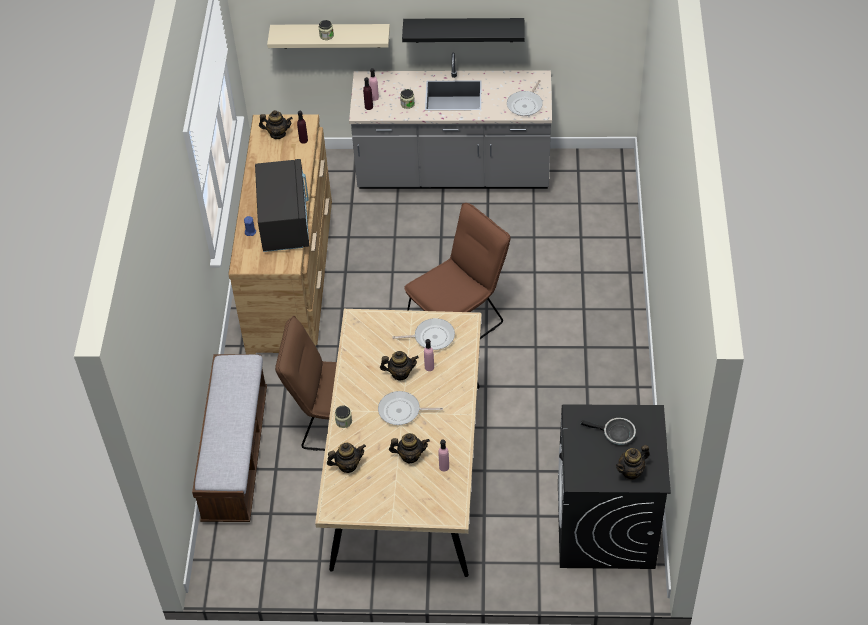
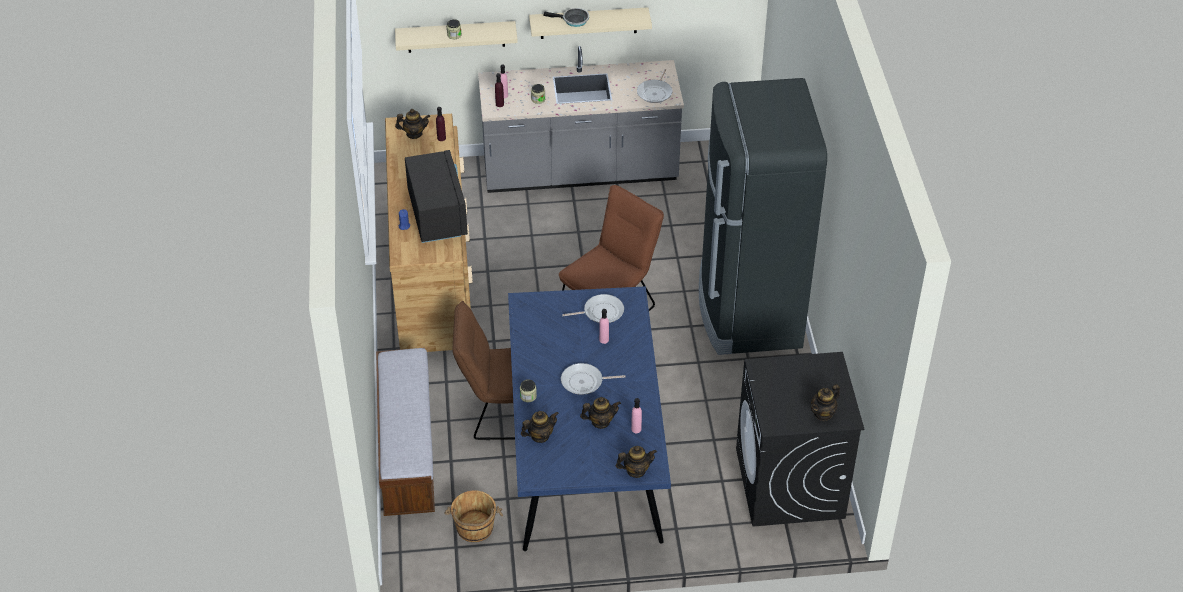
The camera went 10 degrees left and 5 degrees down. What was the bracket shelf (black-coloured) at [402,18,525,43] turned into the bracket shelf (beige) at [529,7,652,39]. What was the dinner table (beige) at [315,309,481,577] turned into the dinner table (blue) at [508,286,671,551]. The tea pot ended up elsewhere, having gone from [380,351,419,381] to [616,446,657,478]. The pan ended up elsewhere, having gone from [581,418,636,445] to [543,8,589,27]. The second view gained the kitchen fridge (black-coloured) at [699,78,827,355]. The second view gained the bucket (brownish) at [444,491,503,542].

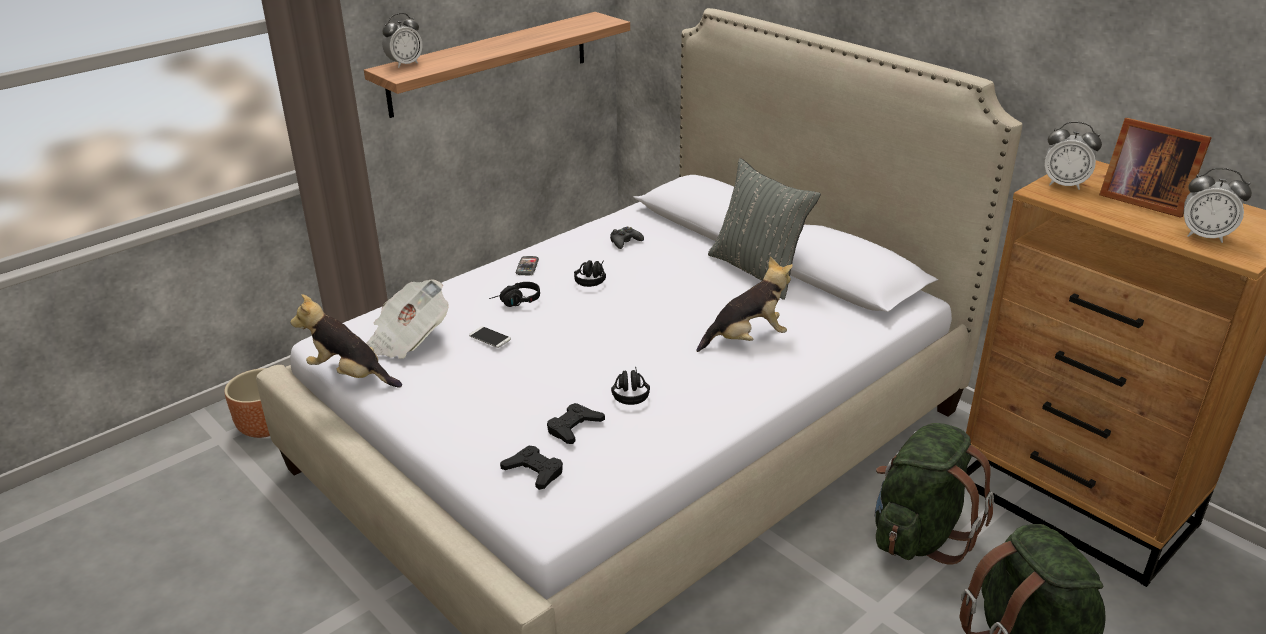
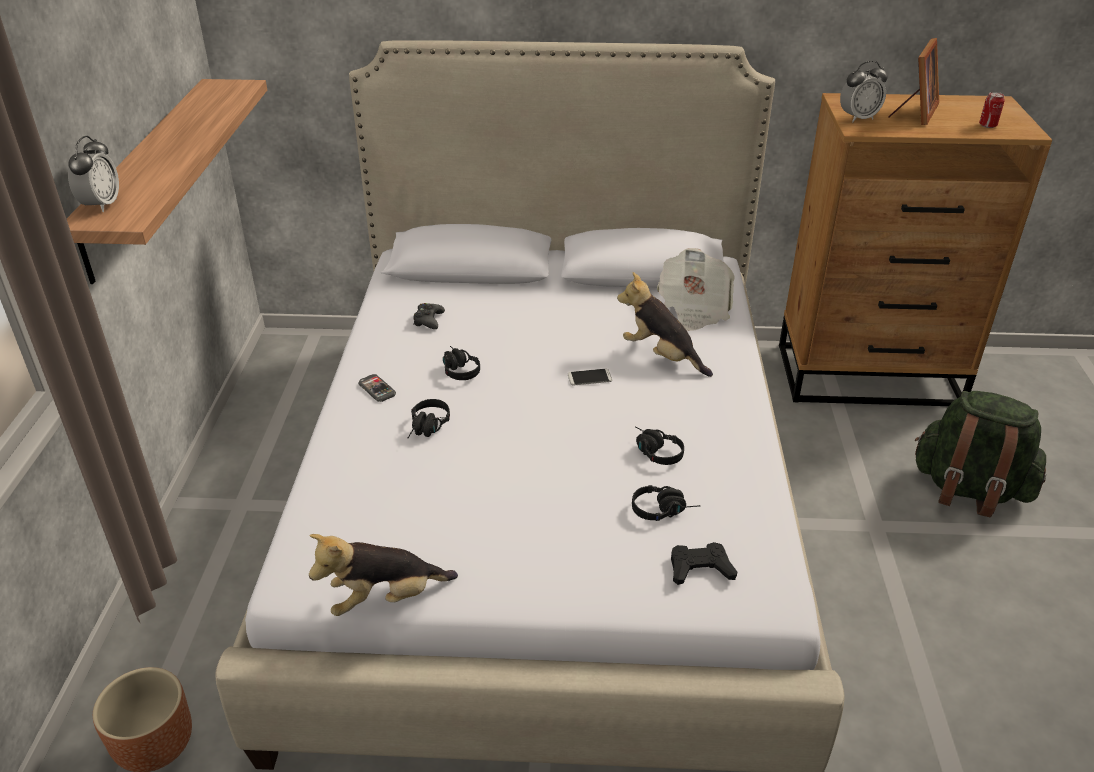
The camera went 45 degrees left and 5 degrees up. The picture frame at [1099,118,1212,218] ended up facing another way, 60 degrees counterclockwise from before. The second view lost the throw pillow (grey) at [708,158,821,300]. Where the bedside clock stood at [1184,168,1252,243], the metal can came to stand at [979,92,1005,128]. The plush toy at [696,256,793,352] ended up facing another way, 75 degrees counterclockwise from before. The newspaper ended up elsewhere, having gone from [366,280,449,359] to [657,248,735,331]. The telephone ended up elsewhere, having gone from [469,326,511,348] to [568,369,612,386]. Where the joypad (black-coloured) stood at [547,403,605,444], the headphones (black-coloured) came to stand at [632,485,700,521]. The second view lost the rucksack (green-coloured) at [874,423,994,565].

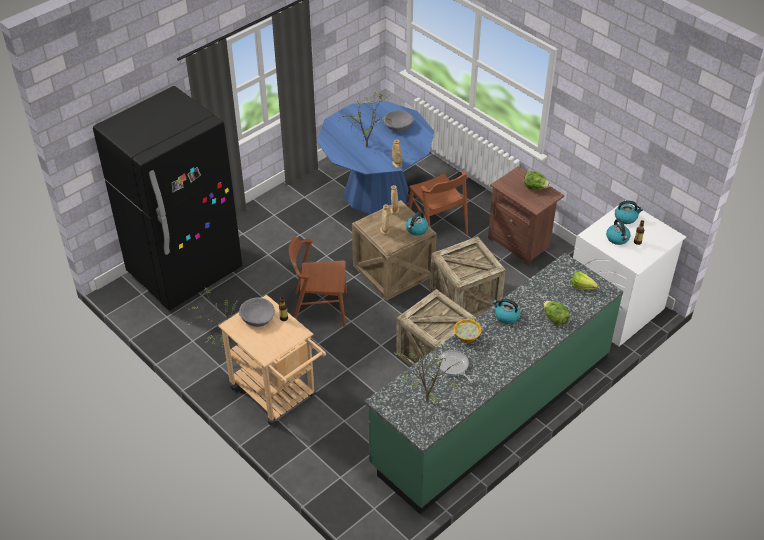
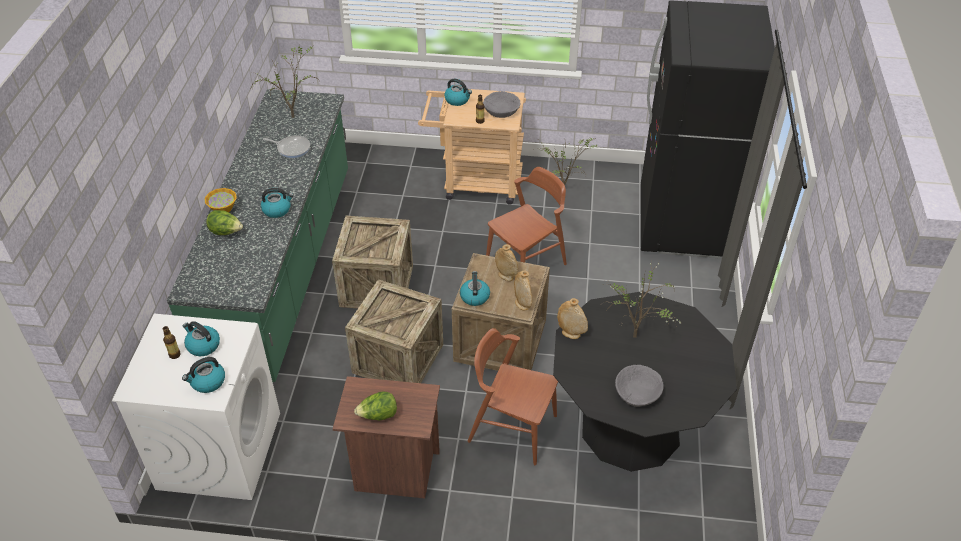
The camera went 140 degrees right and 0 degrees up. What was the dinner table (blue) at [317,101,434,214] turned into the dinner table (black-coloured) at [553,291,737,472]. The second view lost the lettuce head at [571,271,599,290]. The serving bowl ended up elsewhere, having gone from [454,319,482,343] to [205,188,237,213]. The second view gained the kettle at [444,79,472,106].

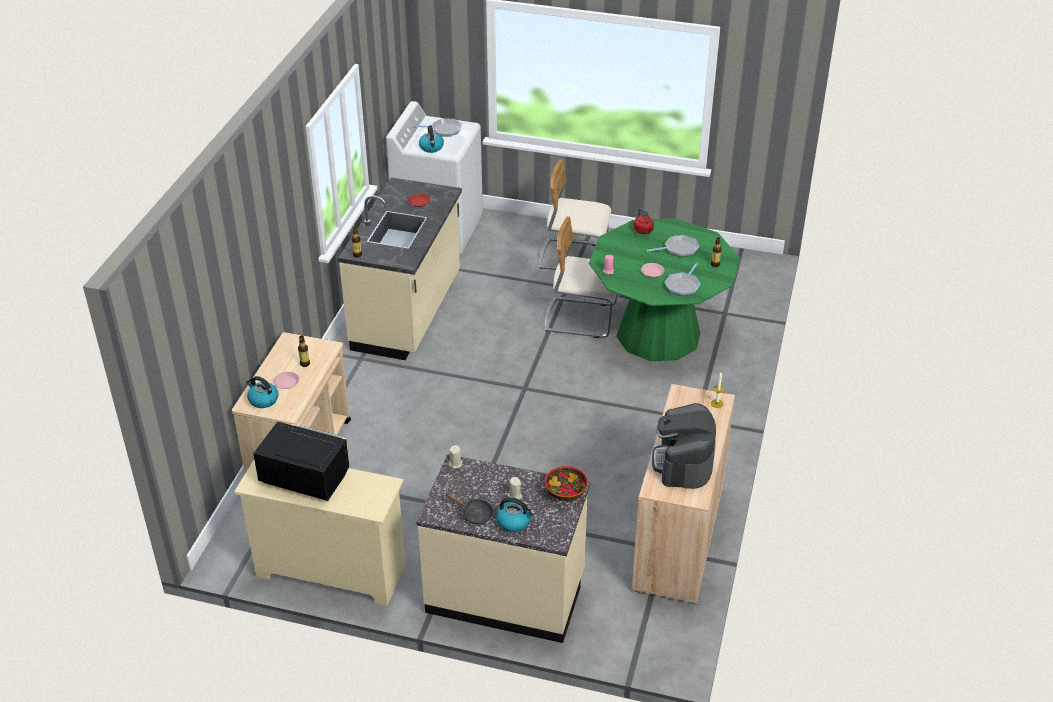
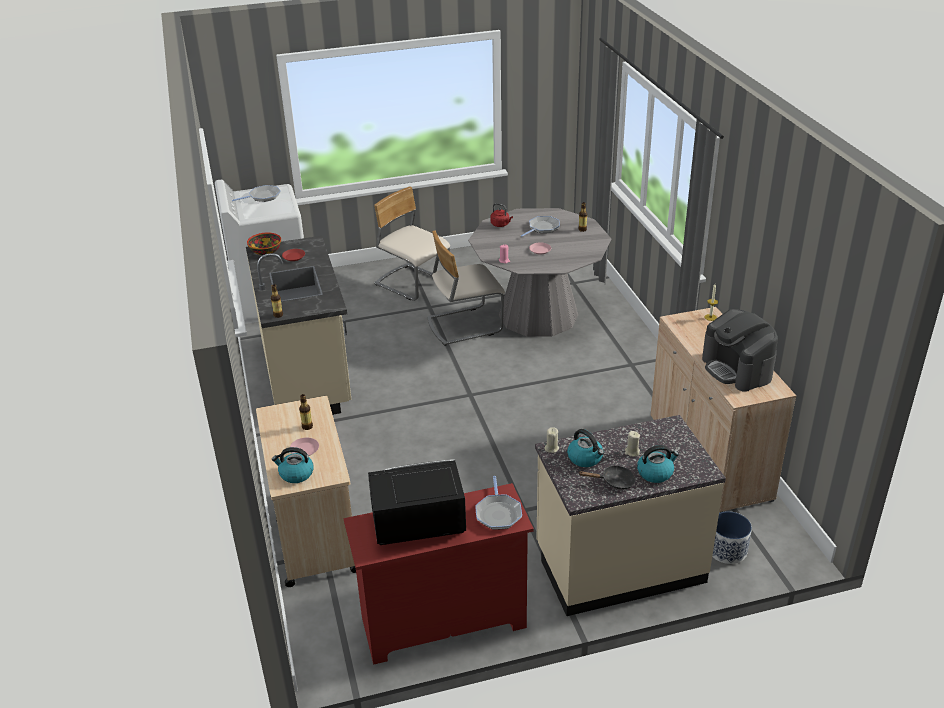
The camera went 30 degrees left and 5 degrees down. The kettle ended up elsewhere, having gone from [419,125,444,153] to [567,429,604,467]. The upright chair (beige) at [540,159,612,270] ended up facing another way, 60 degrees clockwise from before. What was the dinner table (green-coloured) at [589,219,740,361] turned into the dinner table (grey) at [468,208,611,337]. The pan ended up elsewhere, having gone from [665,263,701,296] to [475,476,522,530]. What was the dresser (beige) at [234,460,406,606] turned into the dresser (red-coloured) at [344,483,534,665]. The serving bowl ended up elsewhere, having gone from [545,466,588,501] to [247,232,281,255]. The second view gained the flower pot at [712,511,752,564].

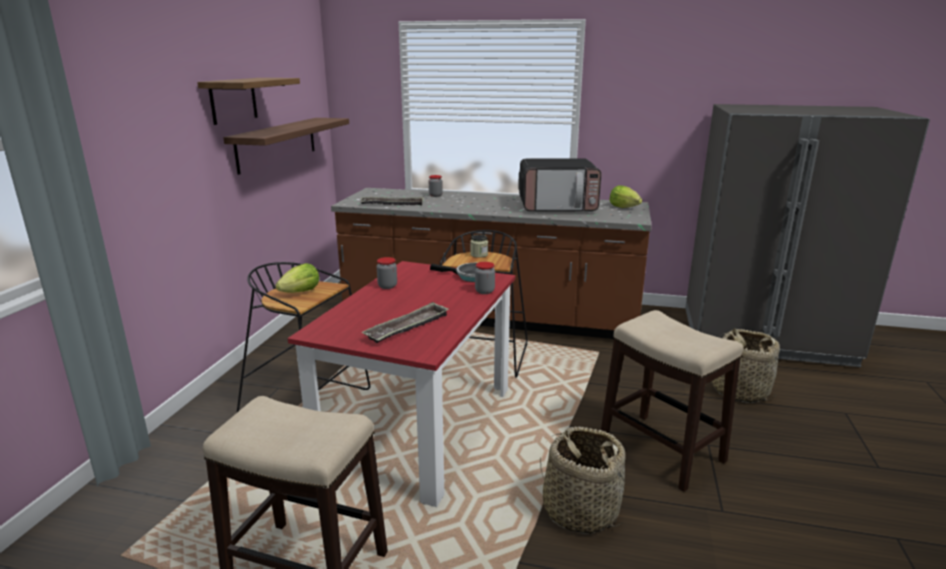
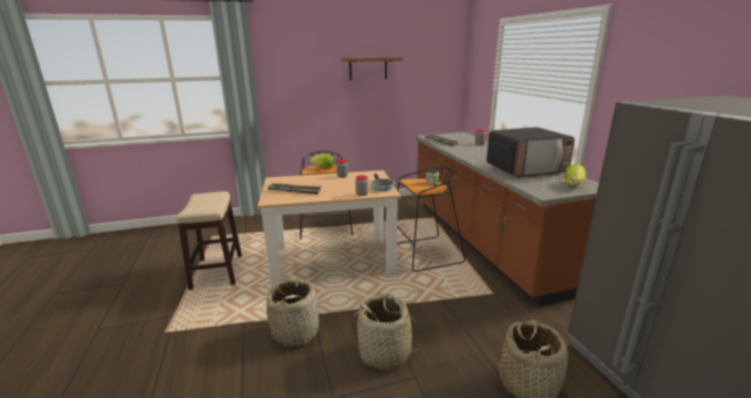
The camera went 60 degrees right and 0 degrees up. The second view lost the bracket shelf at [223,118,349,175]. The kitchen microwave at [518,158,601,211] ended up facing another way, 75 degrees counterclockwise from before. What was the dinner table (red-coloured) at [288,261,515,507] turned into the dinner table (beige) at [258,170,401,286]. Where the stool seat stood at [601,310,743,492], the household basket came to stand at [353,295,424,370].

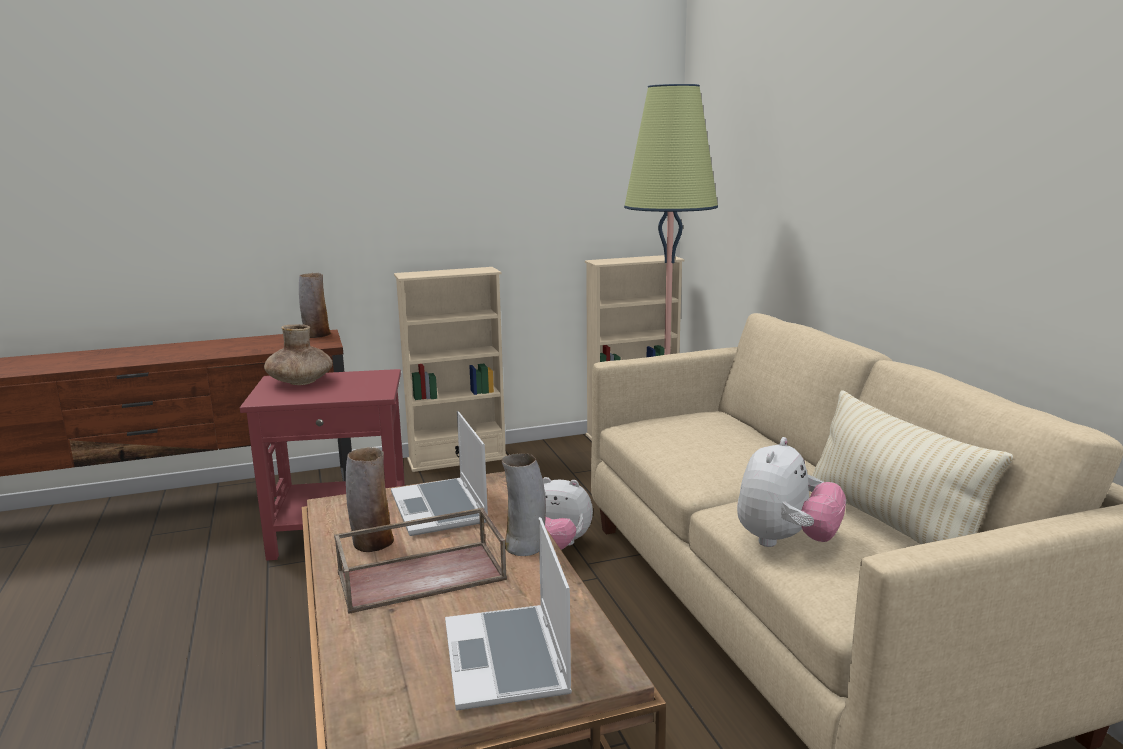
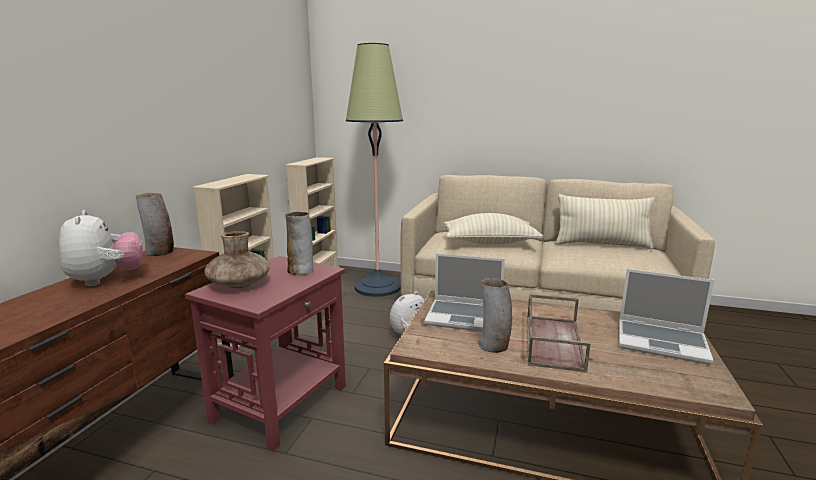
The camera went 55 degrees left and 0 degrees up. The plush toy ended up elsewhere, having gone from [737,437,846,547] to [59,210,143,286]. The flower vase ended up elsewhere, having gone from [501,453,546,556] to [285,212,313,275]. The second view gained the throw pillow (beige) at [444,213,543,244].

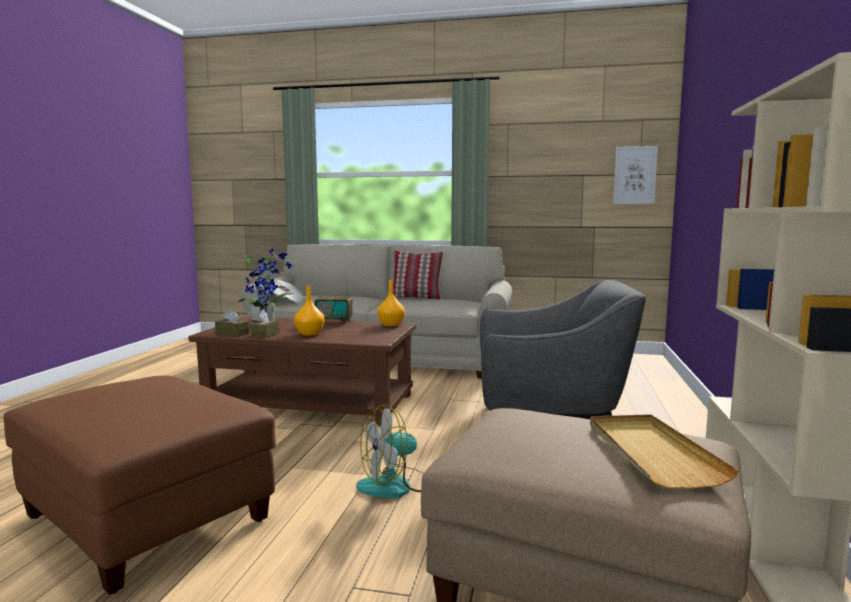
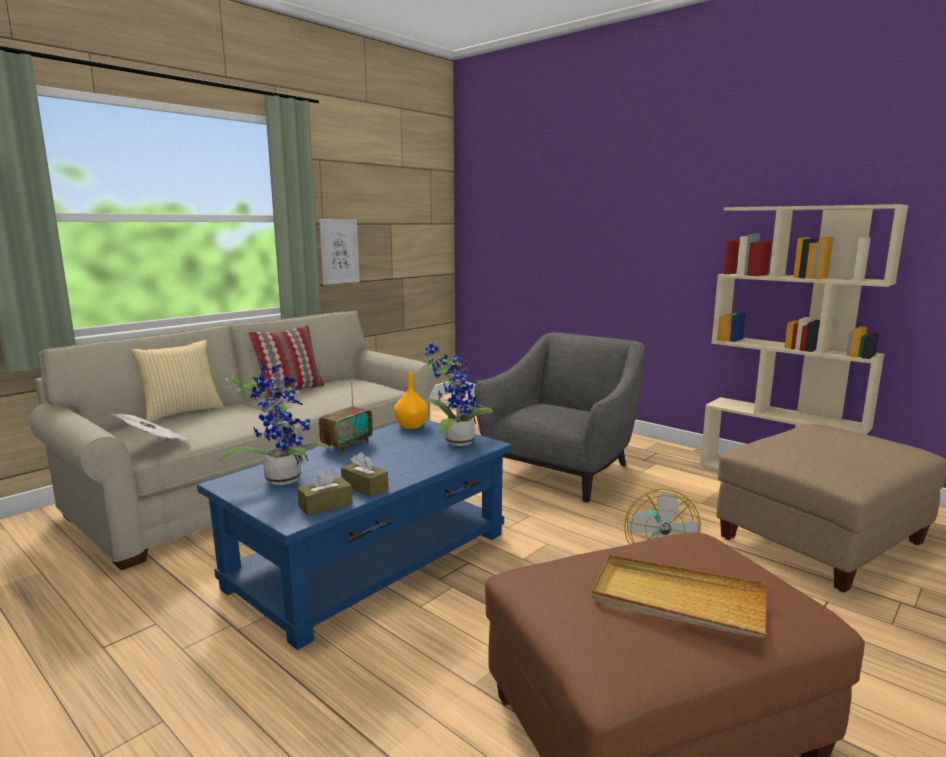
The camera went 60 degrees left and 5 degrees up. The wall picture ended up elsewhere, having gone from [613,146,658,204] to [319,219,359,285]. The second view lost the flower vase (orangey) at [294,286,324,336]. What was the low table (brownish) at [189,316,416,426] turned into the low table (blue) at [197,420,512,650]. The carrying tray (beige) ended up elsewhere, having gone from [590,414,739,489] to [591,555,768,639]. The second view gained the throw pillow at [131,339,224,422]. The second view gained the houseplant at [423,343,493,446].

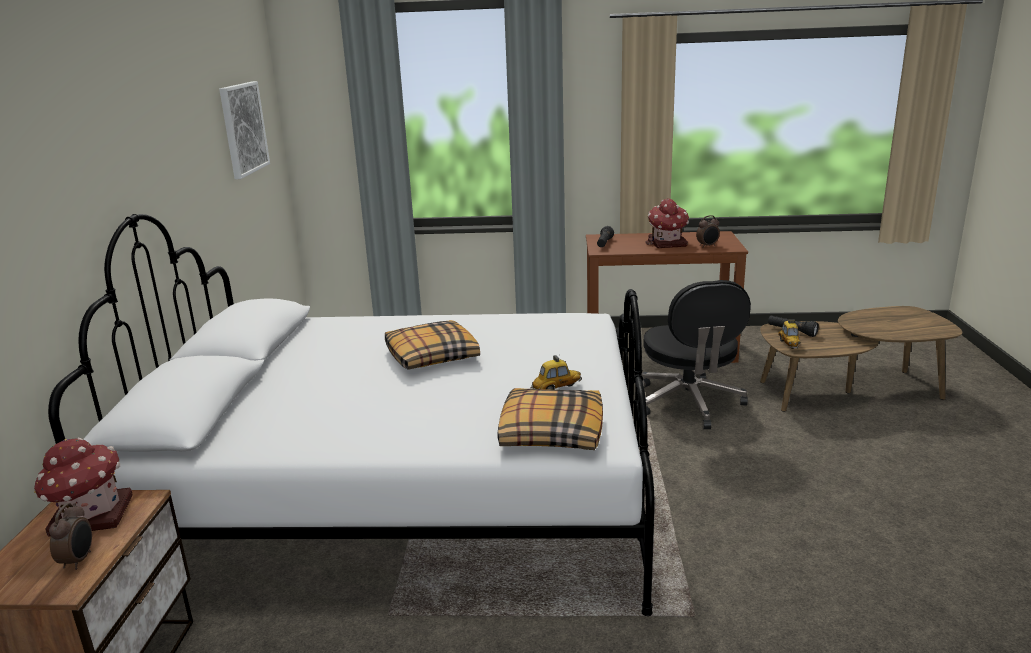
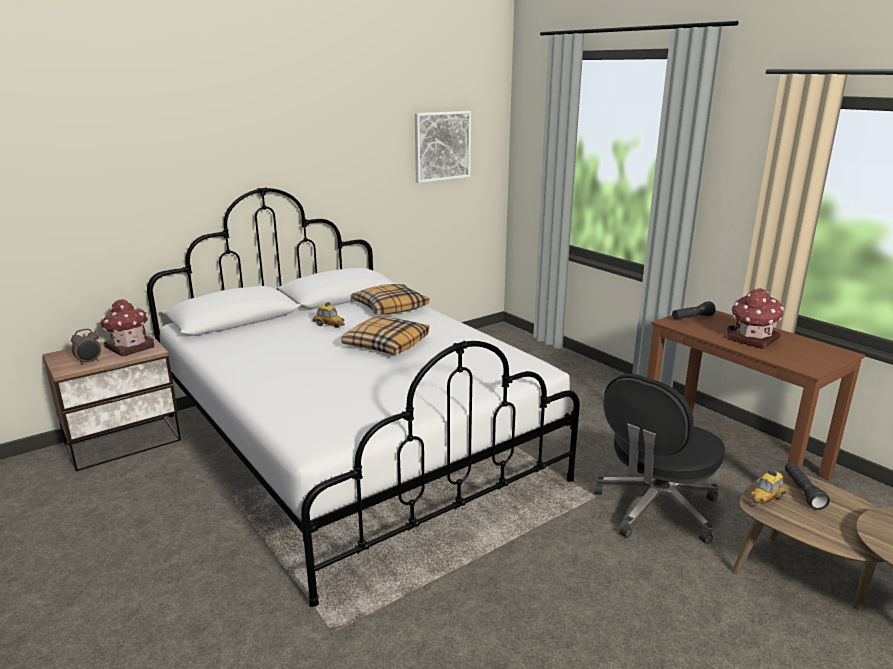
The camera went 50 degrees right and 0 degrees up. The second view lost the bedside clock at [696,215,720,248]. The miniature car ended up elsewhere, having gone from [530,355,582,390] to [312,302,345,328]. The throw pillow ended up elsewhere, having gone from [497,388,603,450] to [352,284,429,314].

